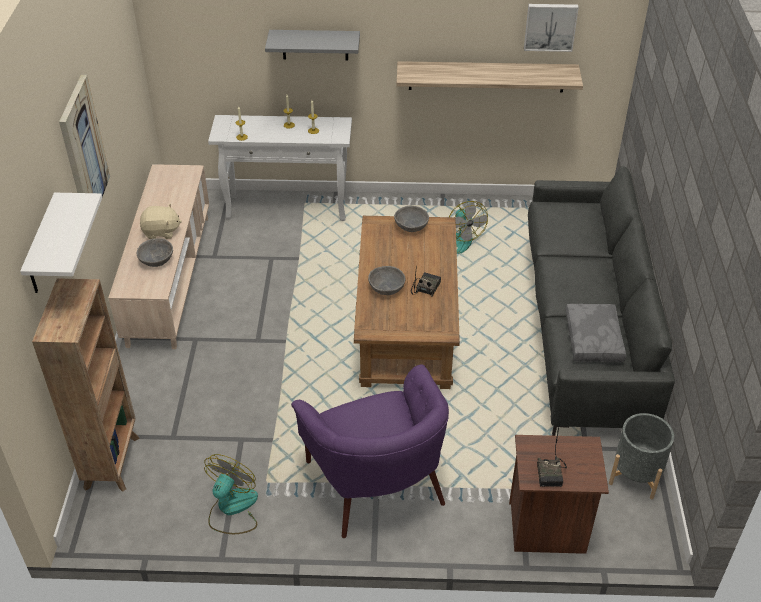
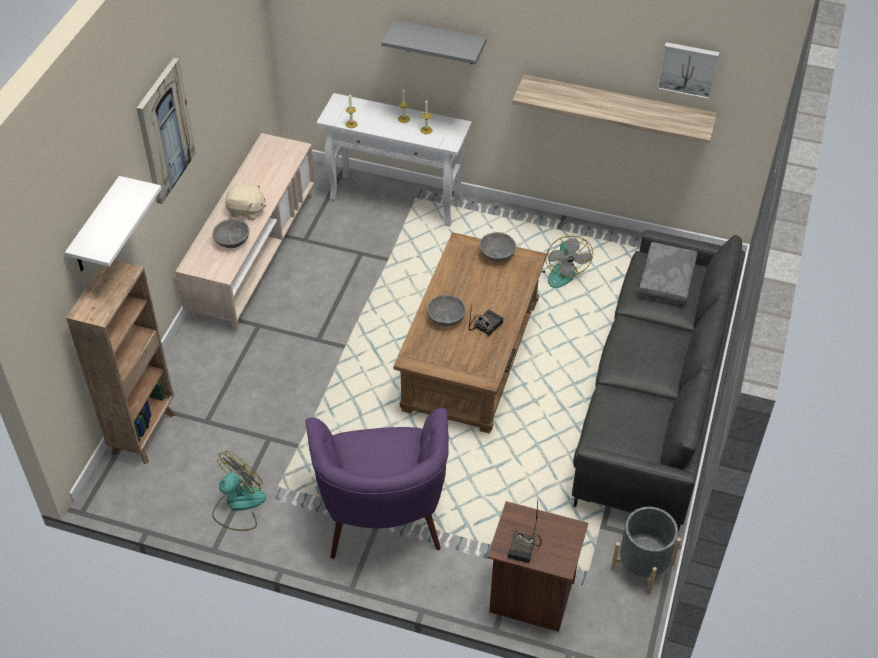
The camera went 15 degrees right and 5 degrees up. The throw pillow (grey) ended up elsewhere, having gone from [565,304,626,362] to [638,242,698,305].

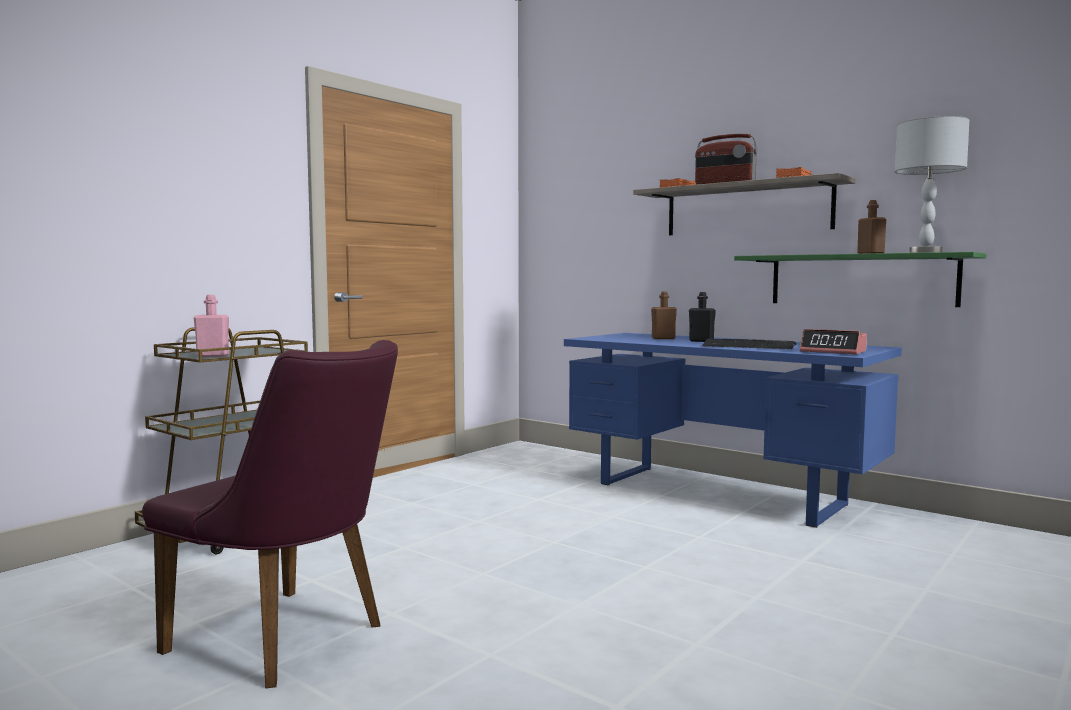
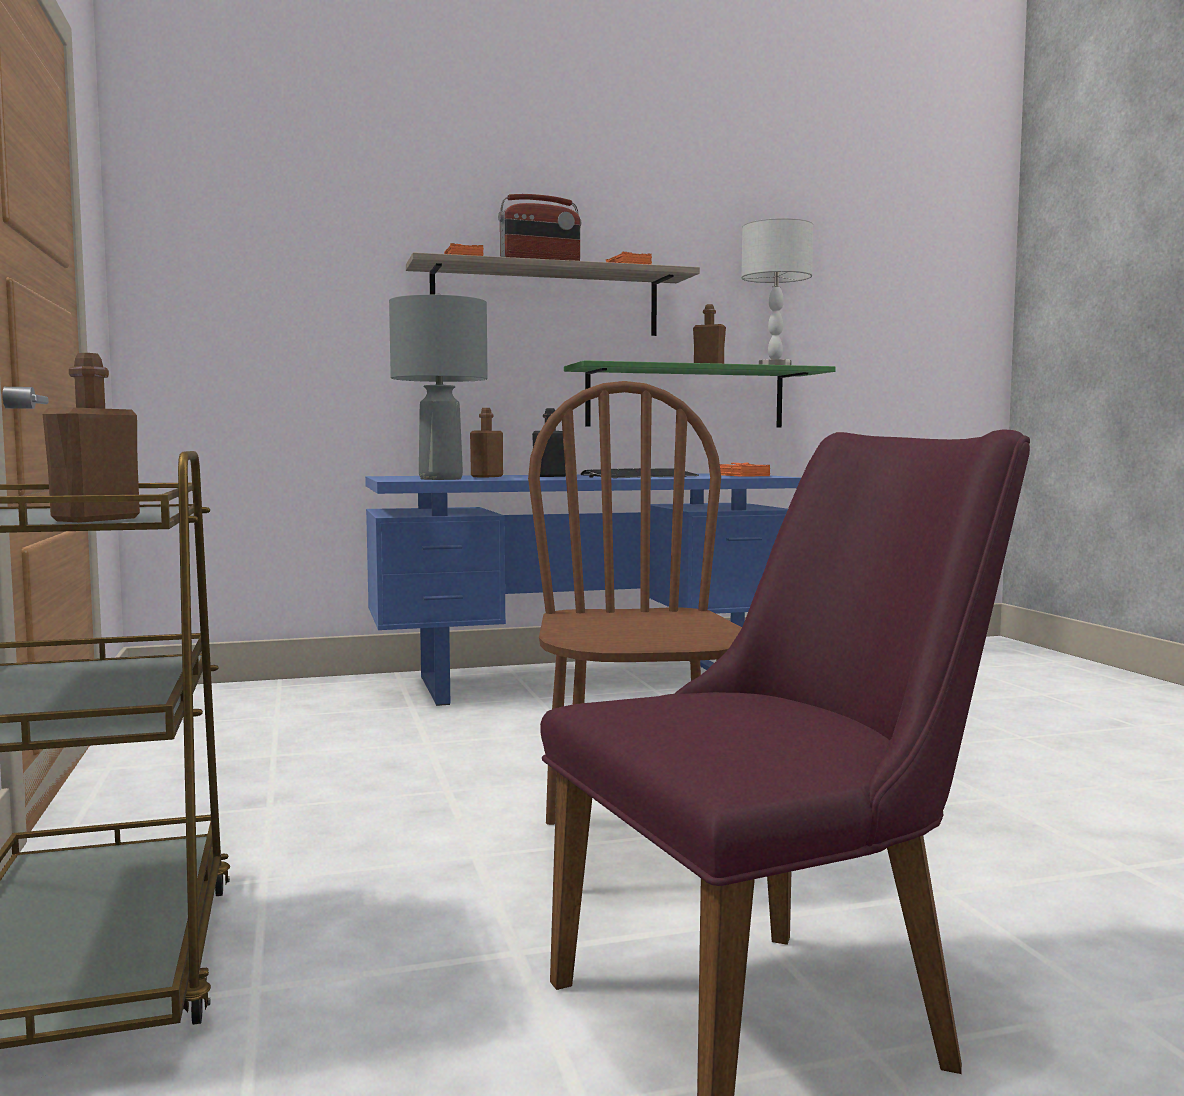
The camera went 55 degrees left and 0 degrees up. What was the drink bottle (pinkish) at [194,295,229,357] turned into the drink bottle (brownish) at [43,353,140,522]. Where the bedside clock stood at [799,329,867,355], the volume (orangey) came to stand at [720,462,770,477]. The second view gained the table lamp (grey) at [389,293,488,480]. The second view gained the upright chair (brownish) at [528,381,742,825].

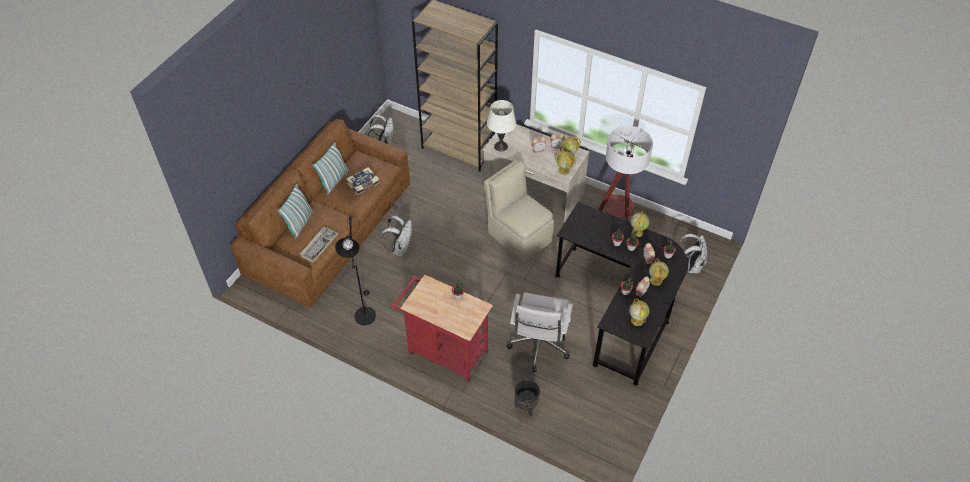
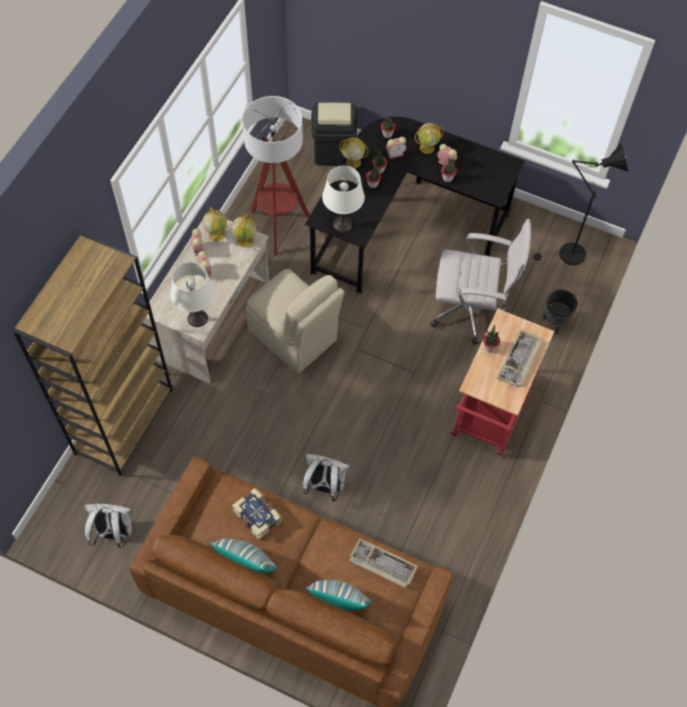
The camera went 95 degrees left and 10 degrees up. The upright chair (beige) at [484,161,554,262] ended up facing another way, 90 degrees counterclockwise from before. The floor lamp (black-coloured) ended up elsewhere, having gone from [335,216,376,325] to [533,144,628,265]. Where the rucksack (white-coloured) stood at [678,234,707,273], the waste bin (black-coloured) came to stand at [311,102,357,166]. The second view lost the desk globe at [629,299,649,326]. The second view gained the table lamp (white-coloured) at [322,166,365,233]. The second view gained the computer keyboard at [497,329,543,387].

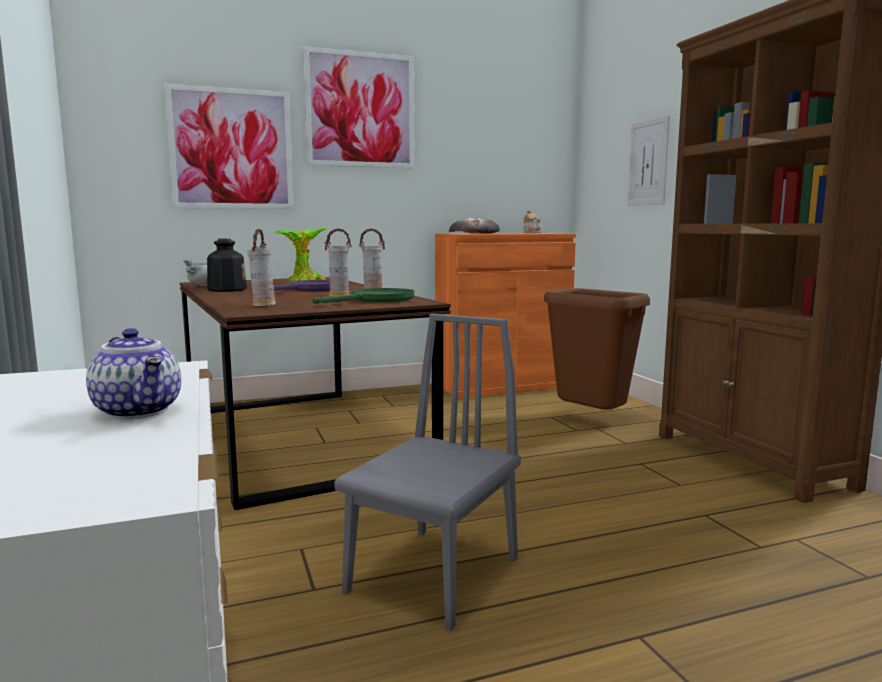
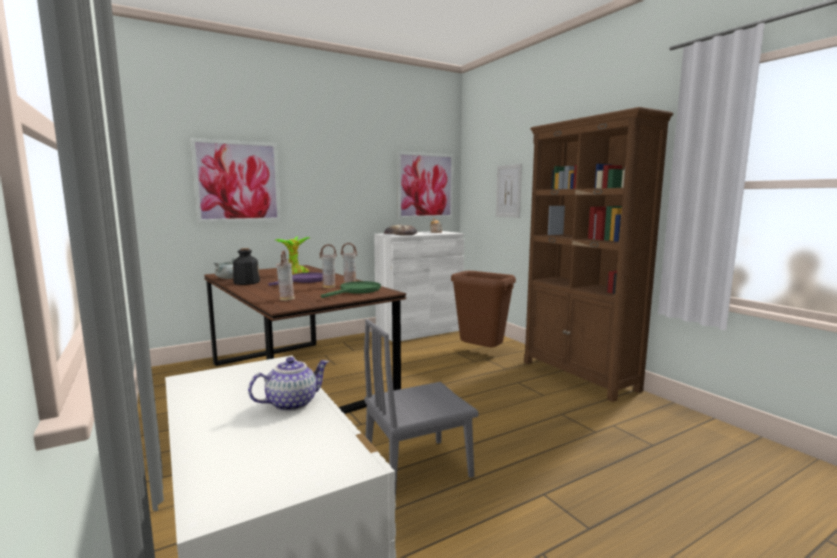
The camera went 10 degrees left and 0 degrees up. The wall picture ended up elsewhere, having gone from [303,46,415,169] to [397,151,454,219]. What was the cupboard (orangey) at [435,233,576,399] turned into the cupboard (white-coloured) at [374,231,464,341]. The upright chair (grey) at [334,314,521,631] ended up facing another way, 135 degrees counterclockwise from before. The tea pot at [86,328,181,419] ended up facing another way, 75 degrees counterclockwise from before.

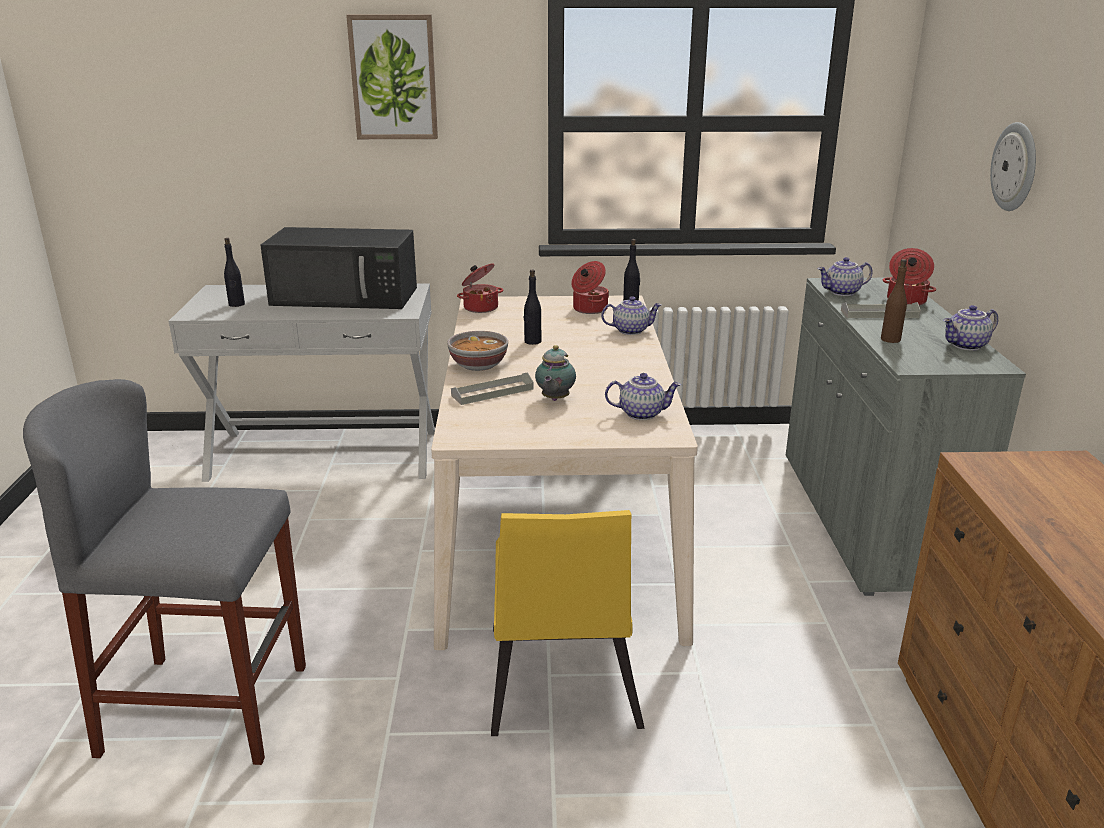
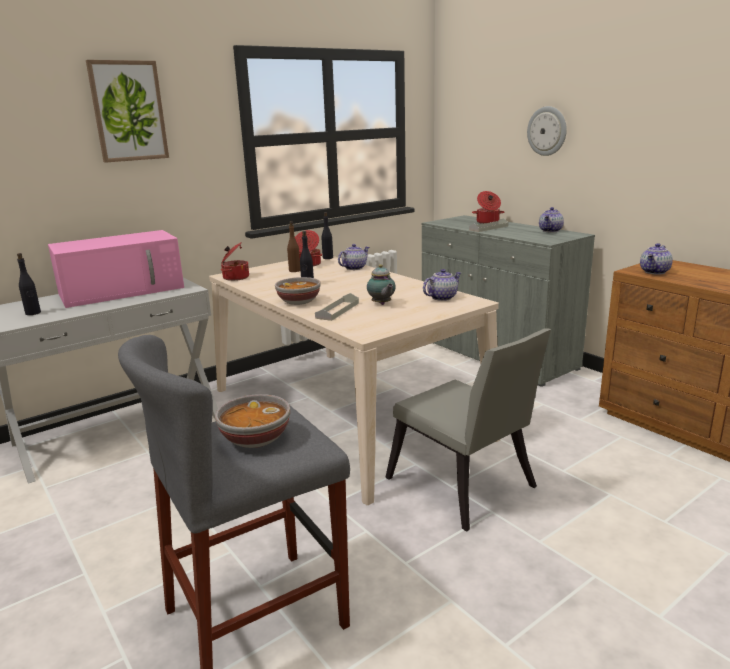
The camera went 35 degrees left and 5 degrees down. What was the kitchen microwave (black-coloured) at [260,227,417,309] turned into the kitchen microwave (pinkish) at [48,230,184,308]. The tea pot ended up elsewhere, having gone from [818,257,873,296] to [640,243,673,275]. The drink bottle (brownish) ended up elsewhere, having gone from [881,259,907,343] to [287,221,300,272]. What was the upright chair (yellow-coloured) at [491,510,644,736] turned into the upright chair (grey) at [385,328,551,532]. The second view gained the serving bowl at [215,394,290,448].

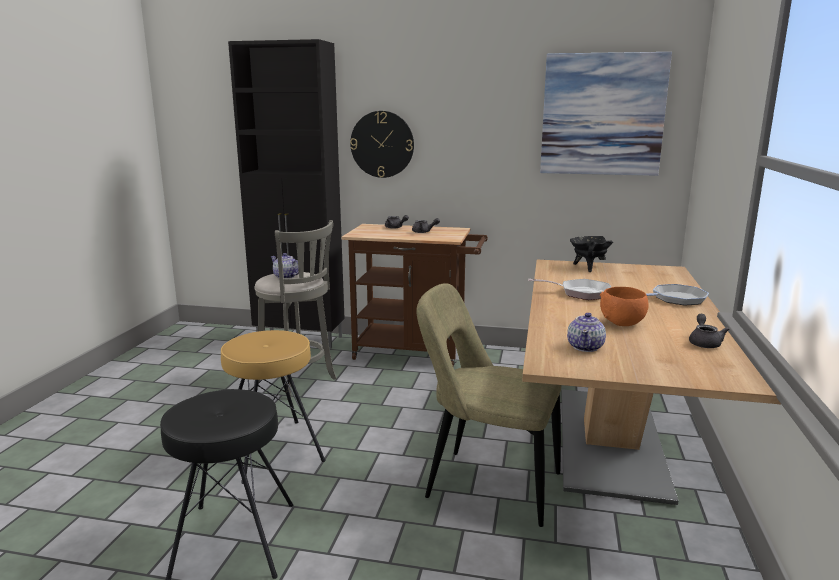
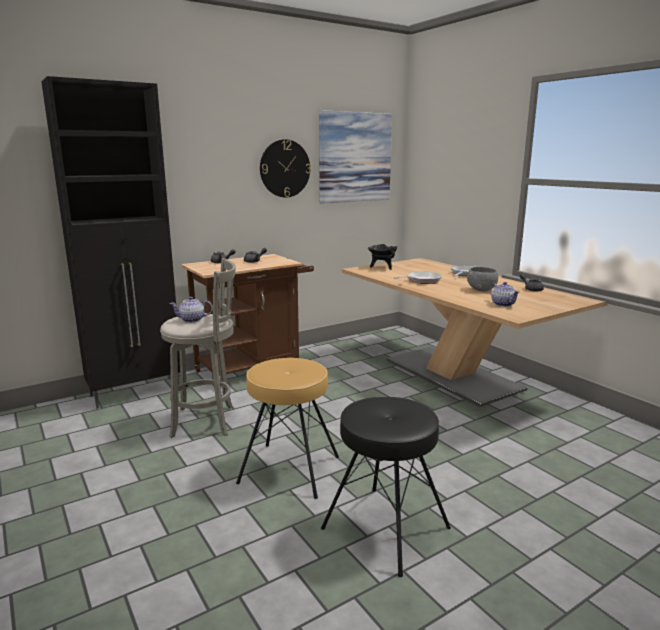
The camera went 45 degrees left and 0 degrees up. The hanging clock ended up elsewhere, having gone from [350,111,414,178] to [260,139,311,198]. The second view lost the upright chair (beige) at [416,283,561,527]. What was the serving bowl (orangey) at [600,287,649,326] turned into the serving bowl (grey) at [467,267,498,292].

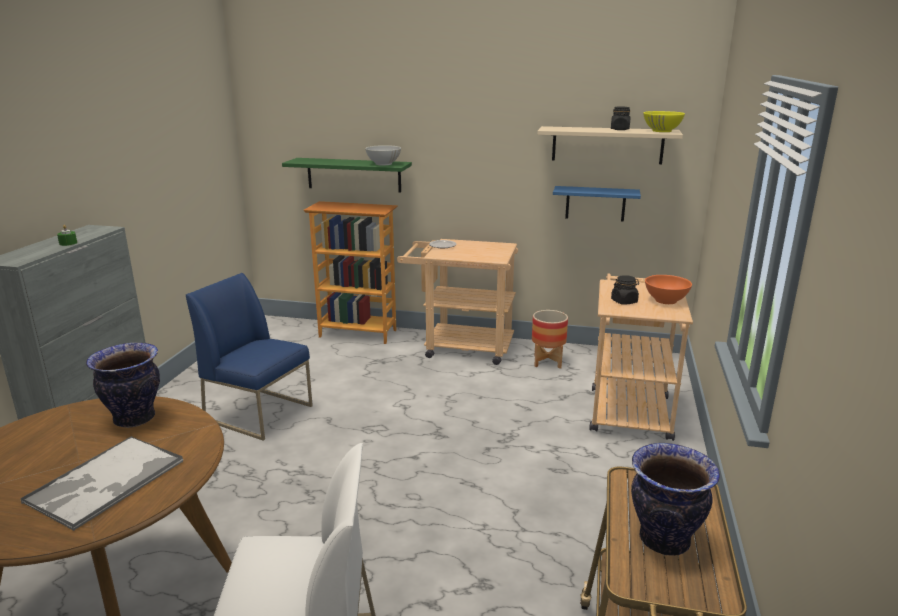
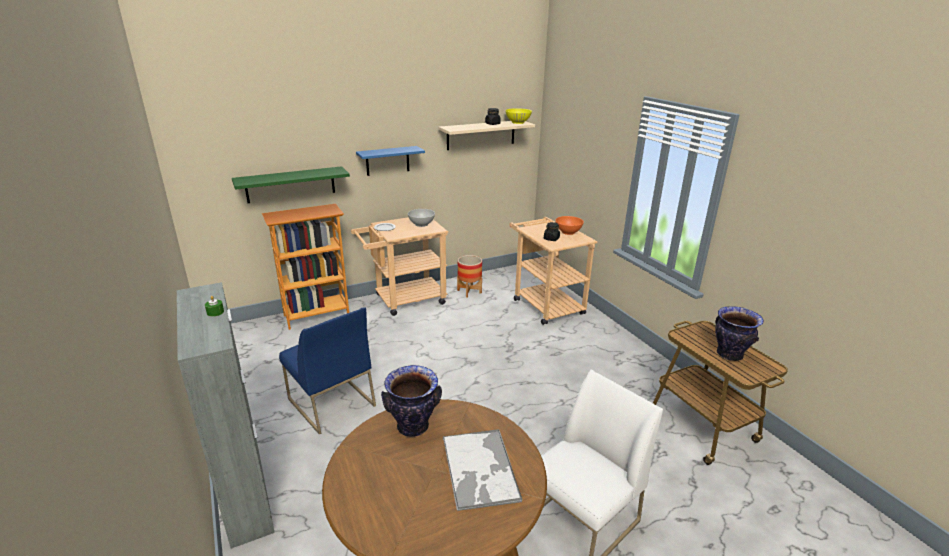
The camera went 40 degrees left and 5 degrees up. The serving bowl (white-coloured) ended up elsewhere, having gone from [365,145,401,166] to [408,209,435,227]. The bracket shelf (blue) ended up elsewhere, having gone from [553,186,641,221] to [356,146,425,176]. The upright chair (blue) at [186,273,313,441] ended up facing another way, 120 degrees counterclockwise from before.

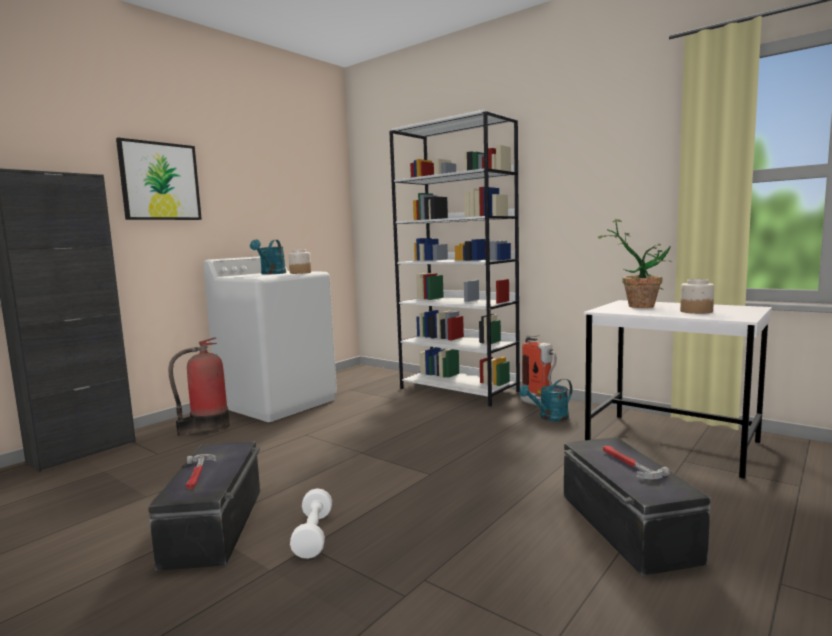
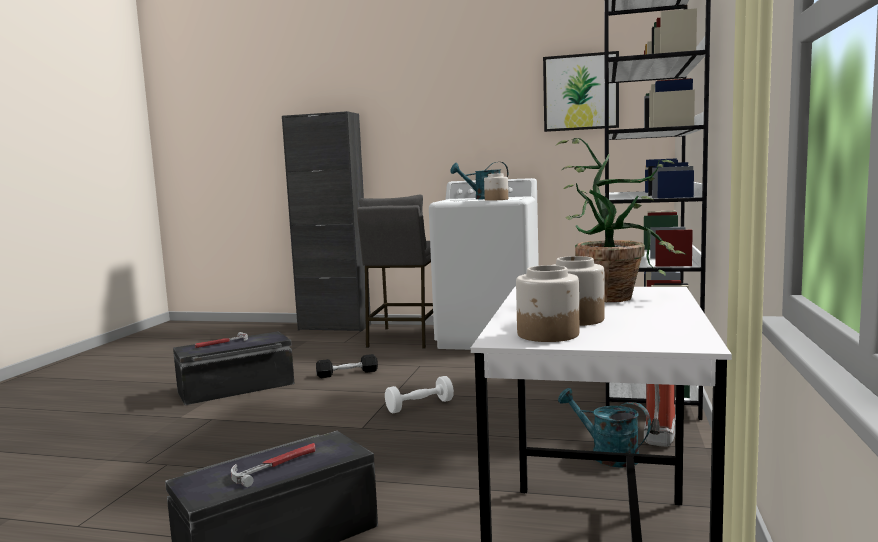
The camera went 65 degrees right and 0 degrees up. The wall picture ended up elsewhere, having gone from [116,138,202,220] to [543,51,619,132]. Where the fire-fighting cylinder stood at [168,337,230,436], the stool seat (grey) came to stand at [357,195,433,349]. The free weight (white-coloured) ended up elsewhere, having gone from [290,488,332,559] to [385,376,454,413]. The second view gained the preserve jar at [516,265,579,342]. The second view gained the free weight (black-coloured) at [316,354,378,378].

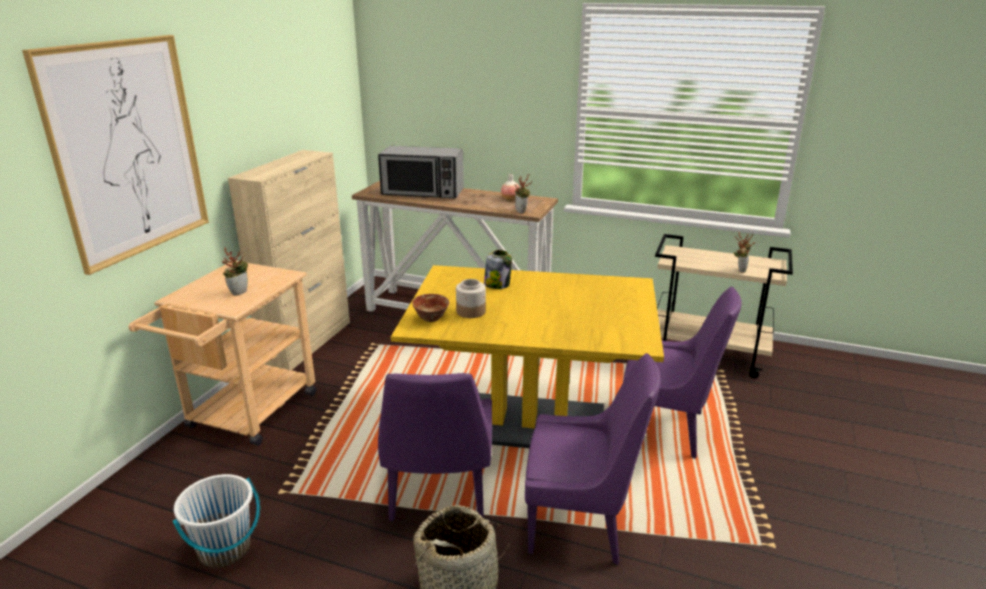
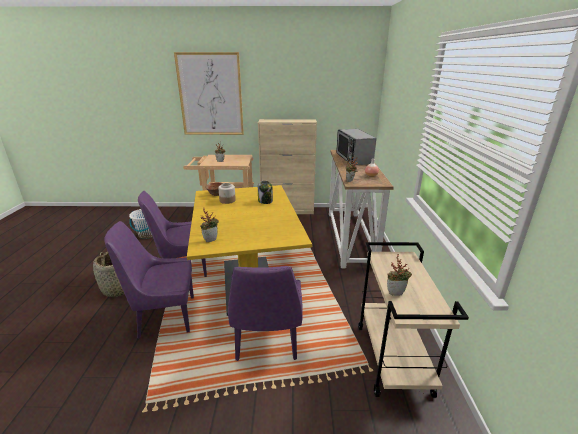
The camera went 70 degrees right and 0 degrees up. The upright chair (purple) at [525,353,661,565] ended up facing another way, 90 degrees clockwise from before. The second view gained the houseplant at [200,208,219,242].

